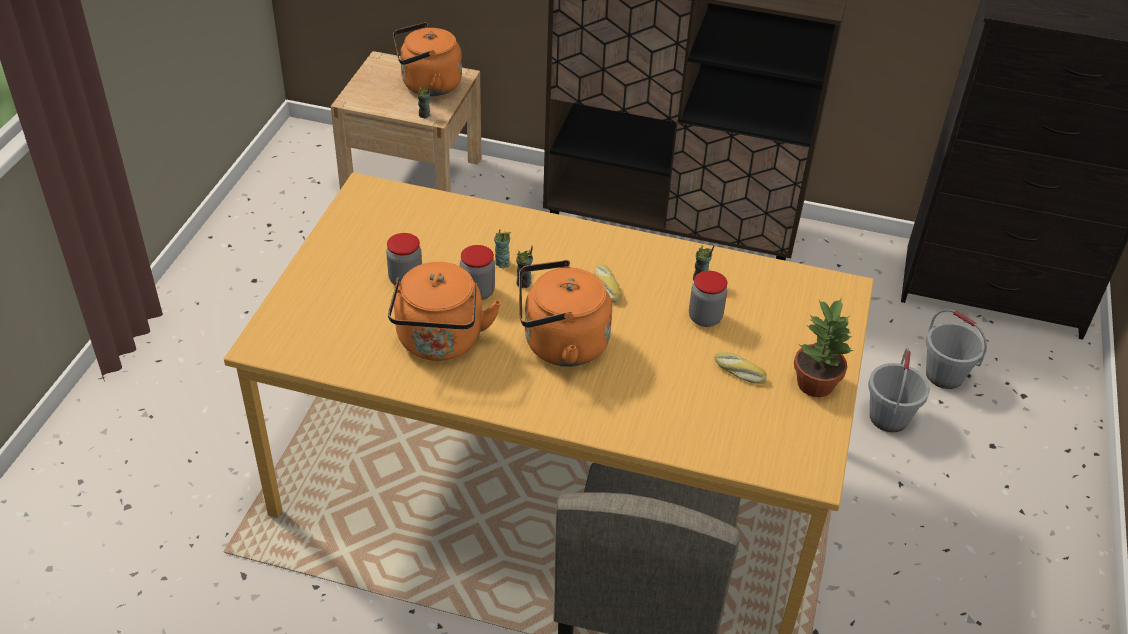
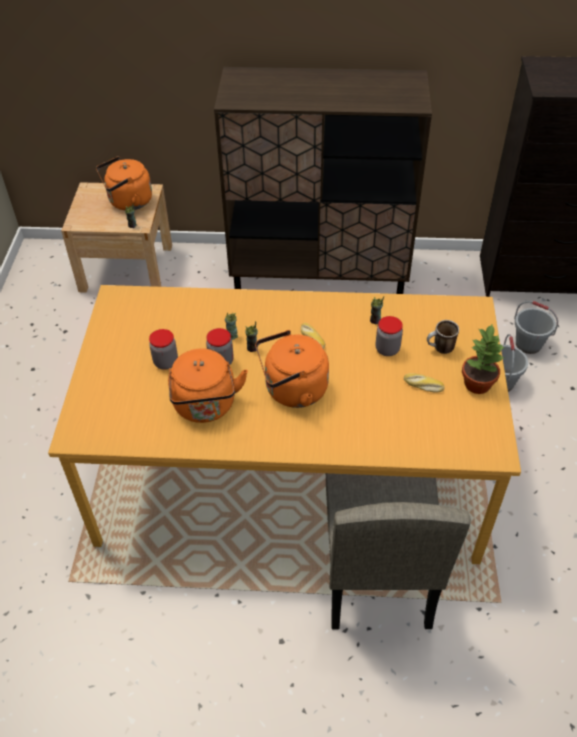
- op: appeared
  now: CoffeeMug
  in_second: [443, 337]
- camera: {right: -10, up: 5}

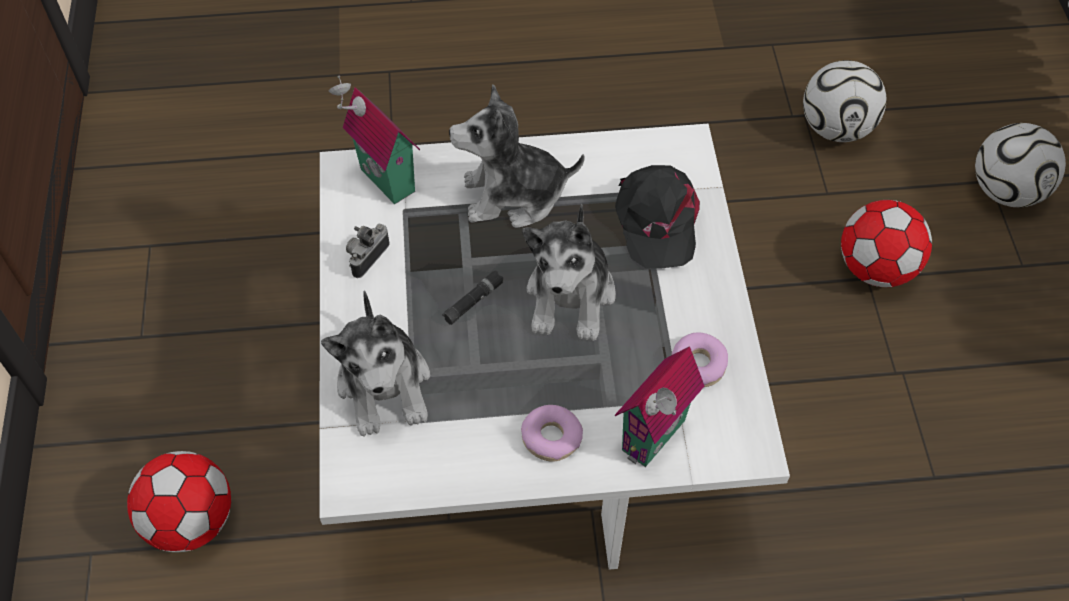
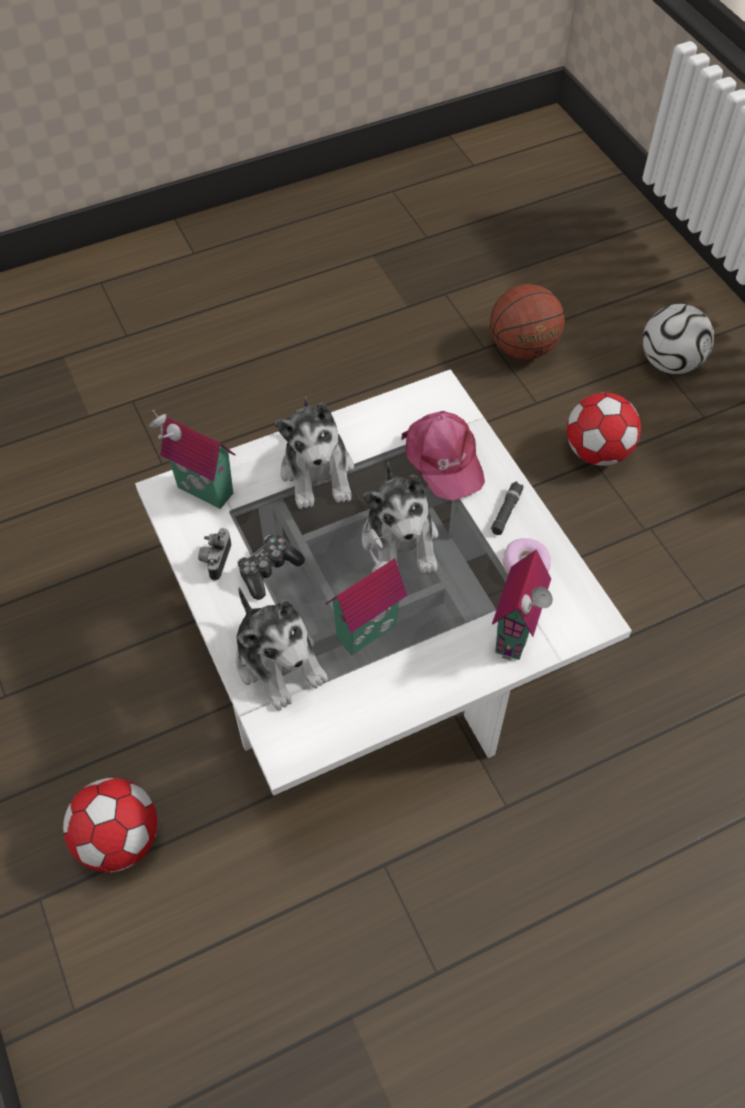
- op: appeared
  now: Gamepad
  in_second: [271, 567]
- op: spun
  was: SoftToy
  in_first: [517, 156]
  in_second: [314, 452]
  clockwise: -75
- op: appeared
  now: MiniatureHouse
  in_second: [366, 591]
- op: colour
  was: BlackishPeakedCap
  now: PinkColouredPeakedCap
  in_first: [657, 216]
  in_second: [443, 456]
- op: exchanged
  was: BallForFootball
  now: Basketball
  in_first: [844, 101]
  in_second: [527, 322]
- op: relocated
  was: BlackishFlashlight
  in_first: [473, 297]
  in_second: [506, 508]
- op: missing
  was: Donut
  in_first: [552, 433]
- camera: {right: -20, up: 0}

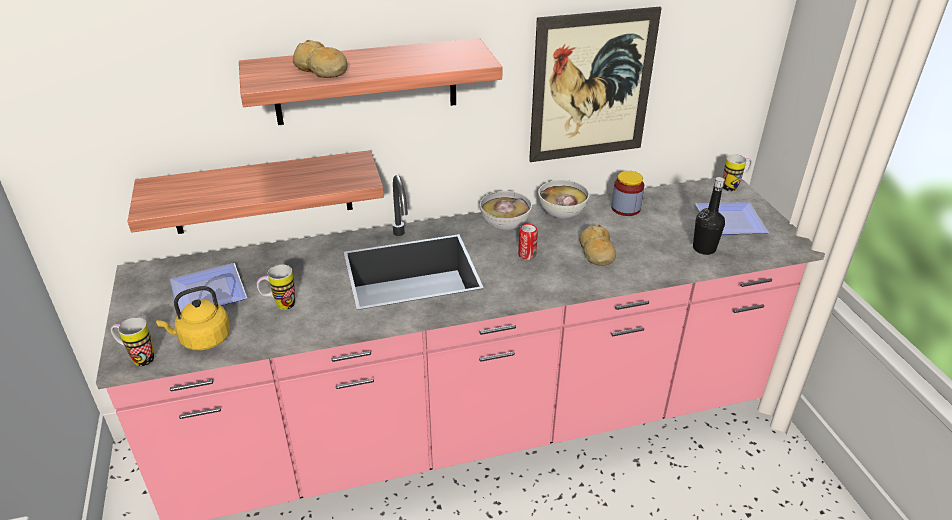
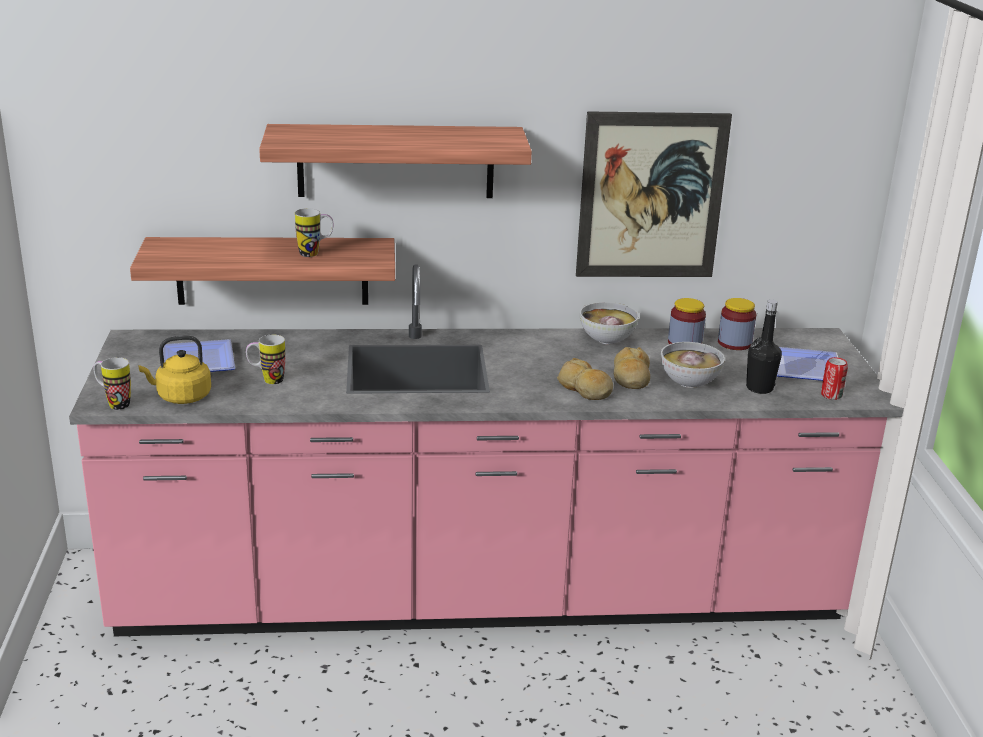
- op: relocated
  was: CoffeeMug
  in_first: [737, 173]
  in_second: [314, 232]
- op: relocated
  was: BakedBread
  in_first: [320, 59]
  in_second: [585, 379]
- op: relocated
  was: ServingBowl
  in_first: [506, 211]
  in_second: [693, 365]
- op: appeared
  now: StorageJar
  in_second: [737, 324]
- op: relocated
  was: MetalCan
  in_first: [528, 242]
  in_second: [834, 378]
- camera: {right: 10, up: -10}

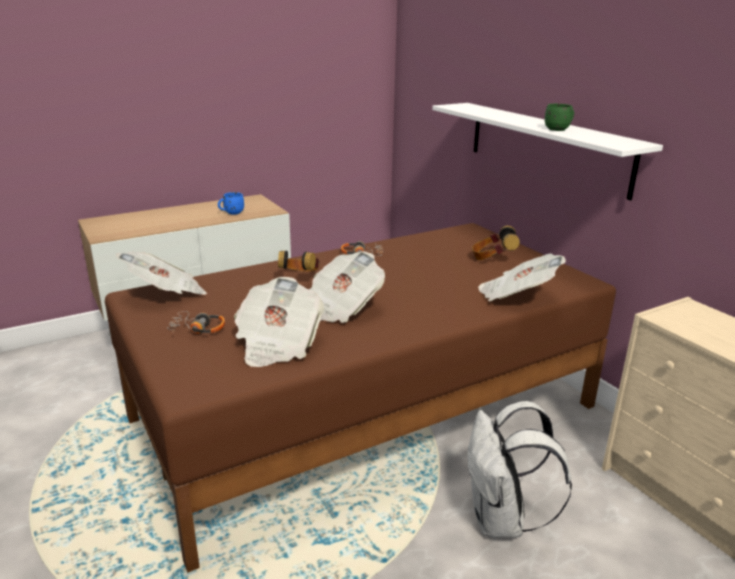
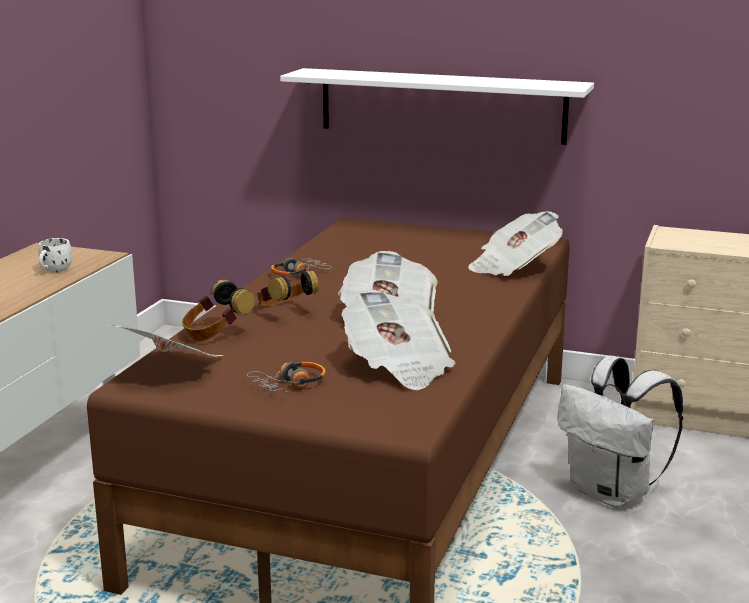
- op: colour
  was: BluishCoffeeMug
  now: WhitishCoffeeMug
  in_first: [231, 203]
  in_second: [55, 255]
- op: relocated
  was: Headset
  in_first: [496, 243]
  in_second: [218, 310]
- op: missing
  was: GreenCoffeeMug
  in_first: [559, 117]
- camera: {right: -40, up: -5}

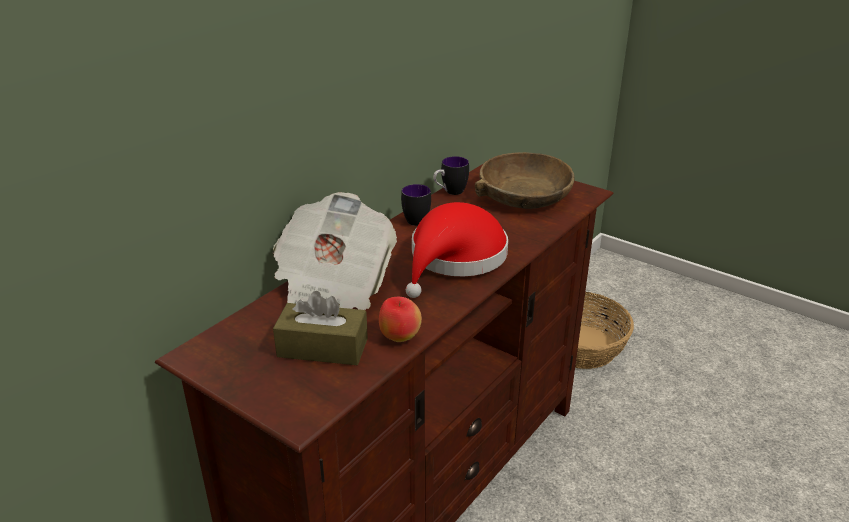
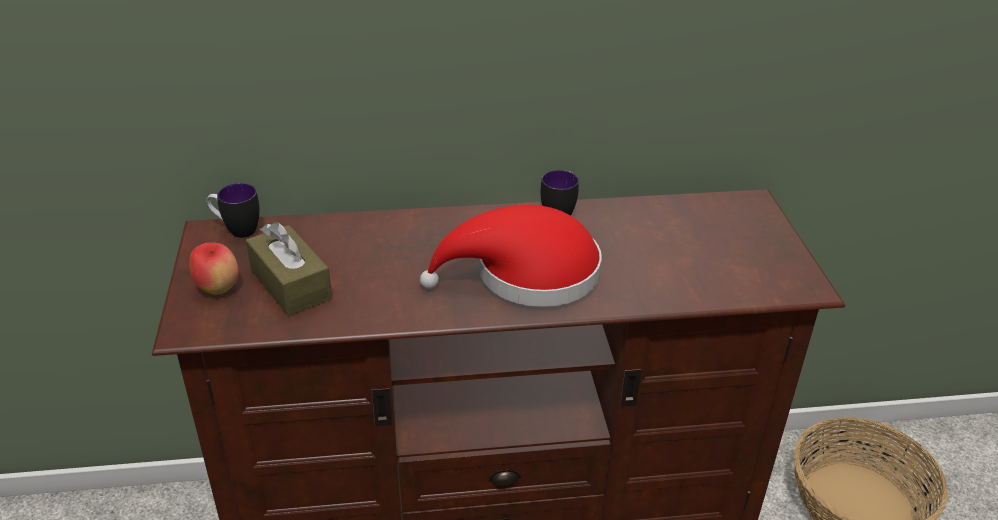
- op: relocated
  was: WholeApple
  in_first: [400, 319]
  in_second: [214, 269]
- op: relocated
  was: CoffeeMug
  in_first: [451, 175]
  in_second: [232, 210]
- op: missing
  was: Newspaper
  in_first: [335, 251]
- op: missing
  was: BrownishServingBowl
  in_first: [525, 180]
- camera: {right: 45, up: 5}

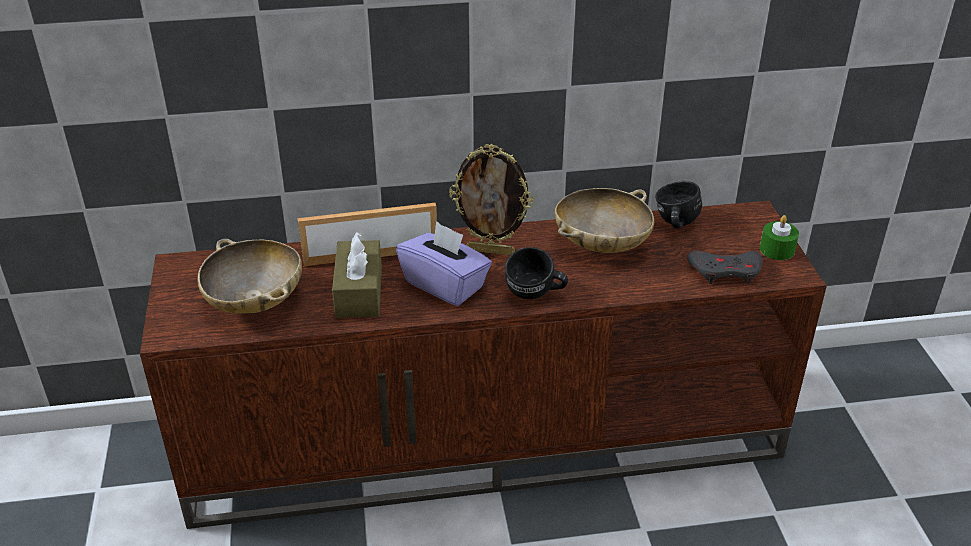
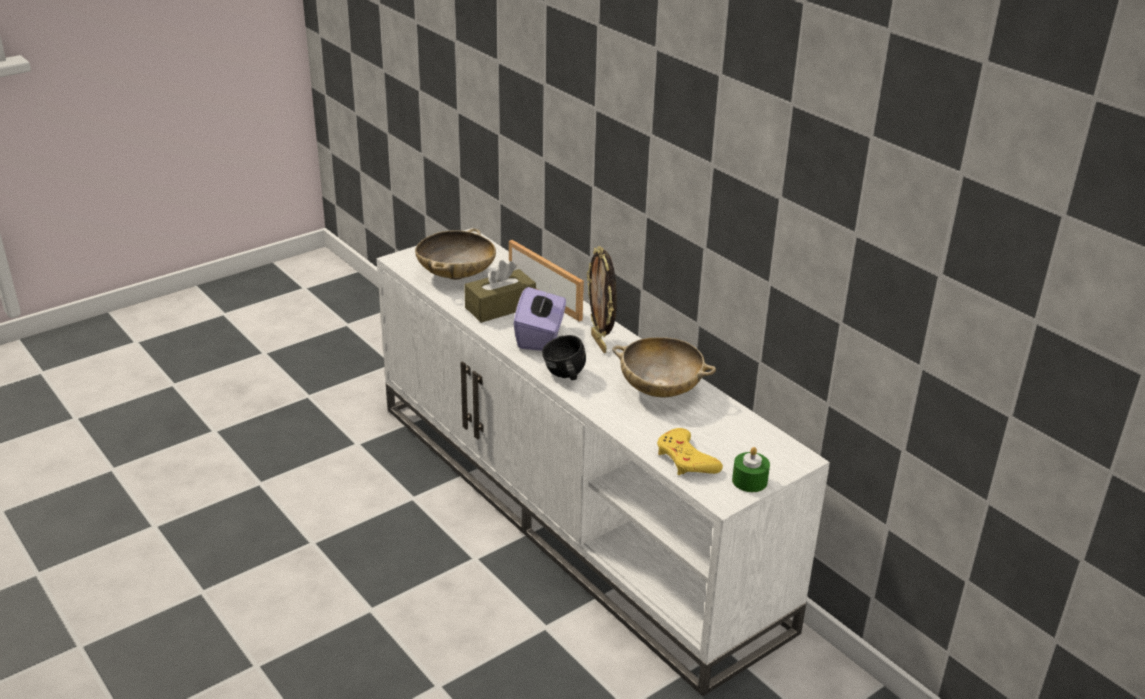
- op: colour
  was: BrownishTvUnit
  now: WhitishTvUnit
  in_first: [483, 365]
  in_second: [603, 462]
- op: colour
  was: GrayGamepad
  now: YellowGamepad
  in_first: [725, 268]
  in_second: [690, 451]
- op: missing
  was: BlackishCoffeeMug
  in_first: [678, 205]
- camera: {right: 60, up: -5}

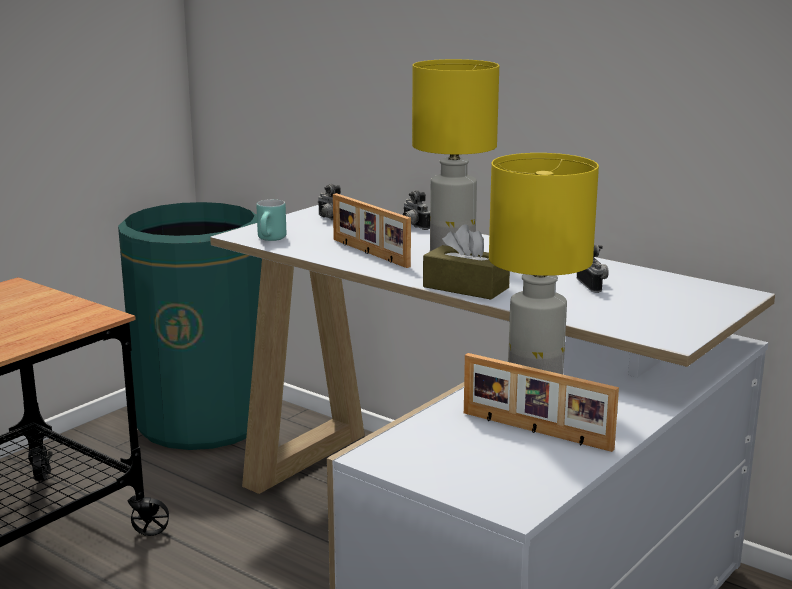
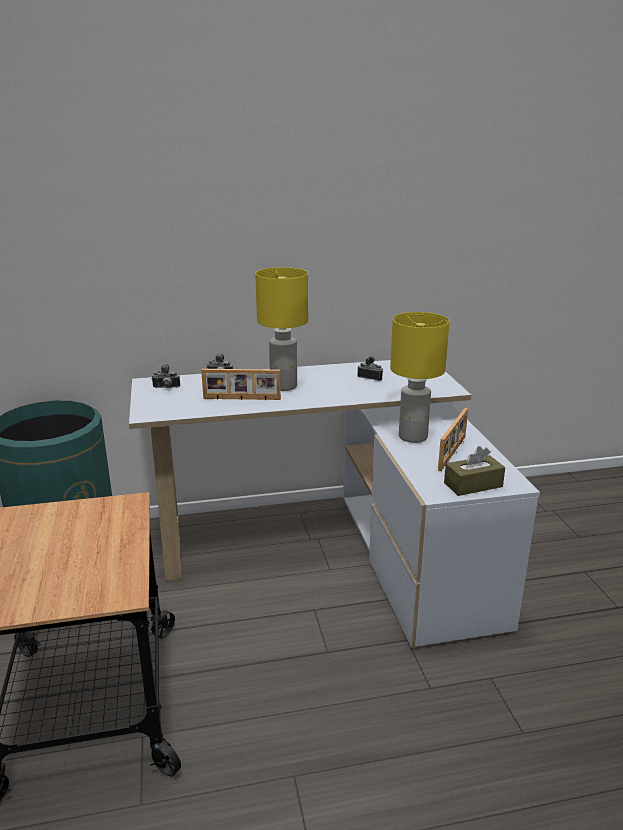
- op: spun
  was: PhotoFrame
  in_first: [541, 402]
  in_second: [453, 439]
  clockwise: -45
- op: relocated
  was: BrownishBoxOfTissues
  in_first: [466, 262]
  in_second: [474, 471]
- op: missing
  was: TurquoiseCoffeeMug
  in_first: [271, 220]
- camera: {right: -50, up: 5}

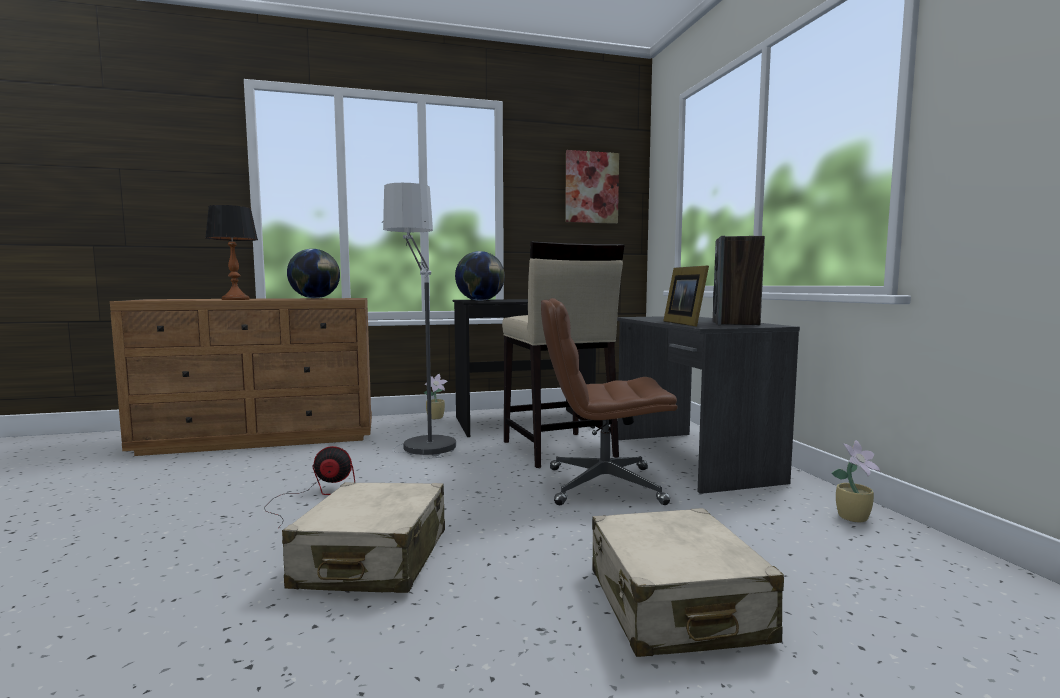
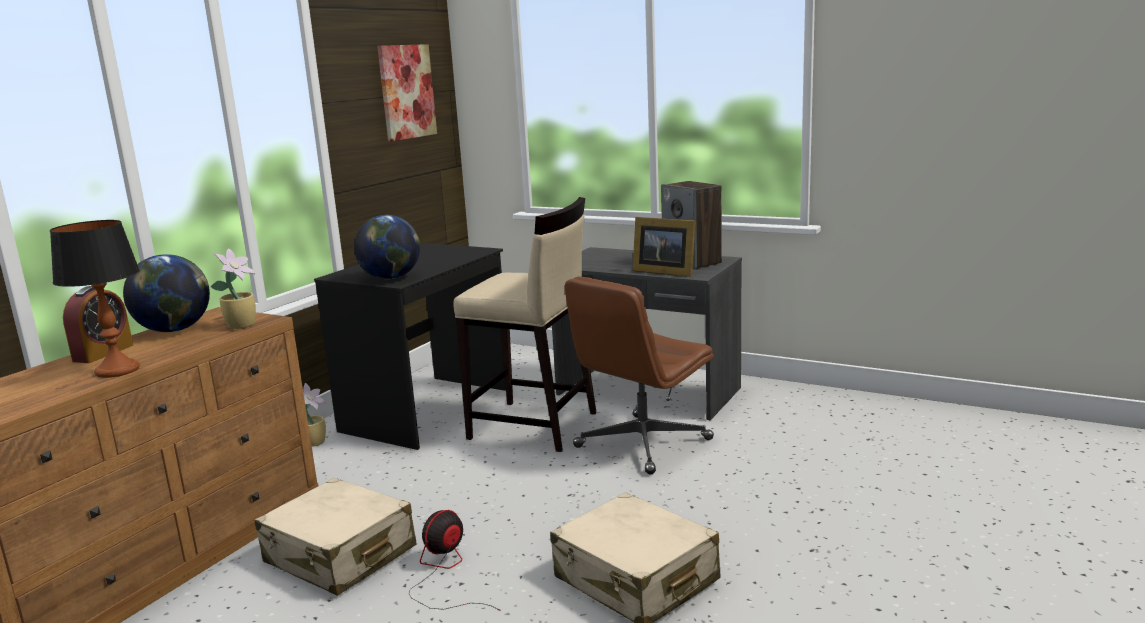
- op: appeared
  now: TableClock
  in_second: [98, 324]
- op: relocated
  was: PottedPlant
  in_first: [856, 481]
  in_second: [233, 288]
- op: relocated
  was: BeigeSuitcase
  in_first: [688, 582]
  in_second: [336, 537]
- op: missing
  was: FloorLamp
  in_first: [419, 321]
- camera: {right: -45, up: 10}

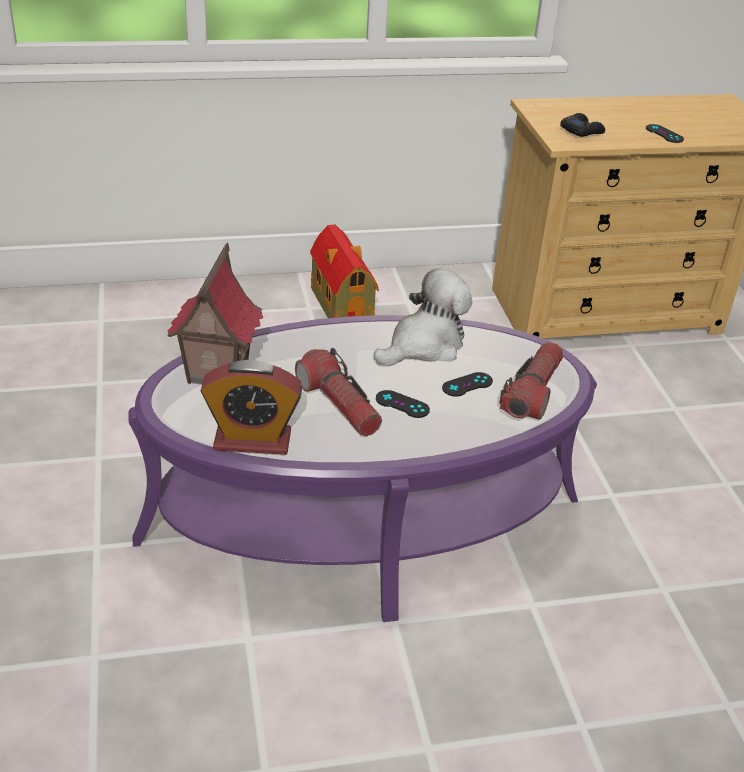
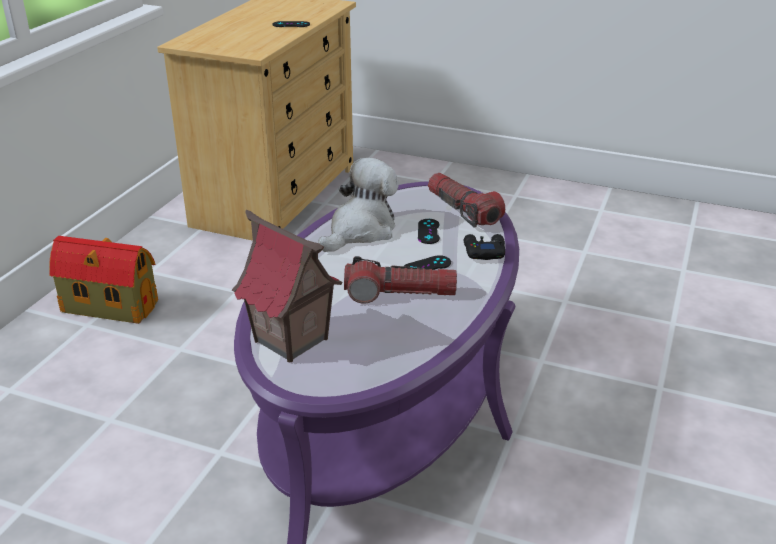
- op: spun
  was: SoftToy
  in_first: [422, 317]
  in_second: [358, 205]
  clockwise: 45
- op: relocated
  was: BlackishGamepad
  in_first: [582, 125]
  in_second: [484, 247]
- op: missing
  was: TableClock
  in_first: [251, 407]
- camera: {right: -55, up: -5}

